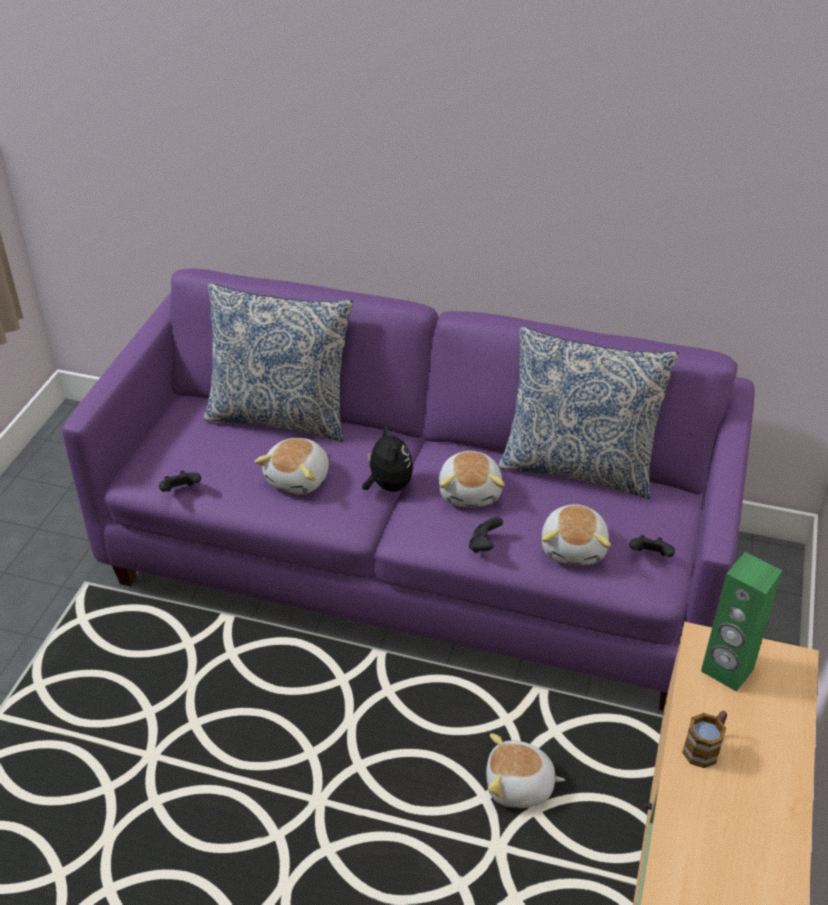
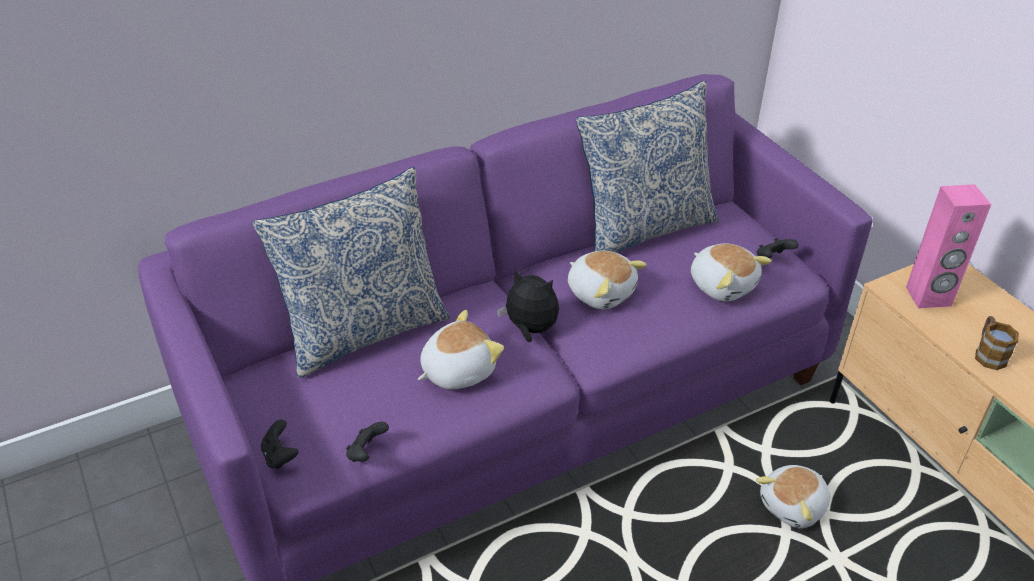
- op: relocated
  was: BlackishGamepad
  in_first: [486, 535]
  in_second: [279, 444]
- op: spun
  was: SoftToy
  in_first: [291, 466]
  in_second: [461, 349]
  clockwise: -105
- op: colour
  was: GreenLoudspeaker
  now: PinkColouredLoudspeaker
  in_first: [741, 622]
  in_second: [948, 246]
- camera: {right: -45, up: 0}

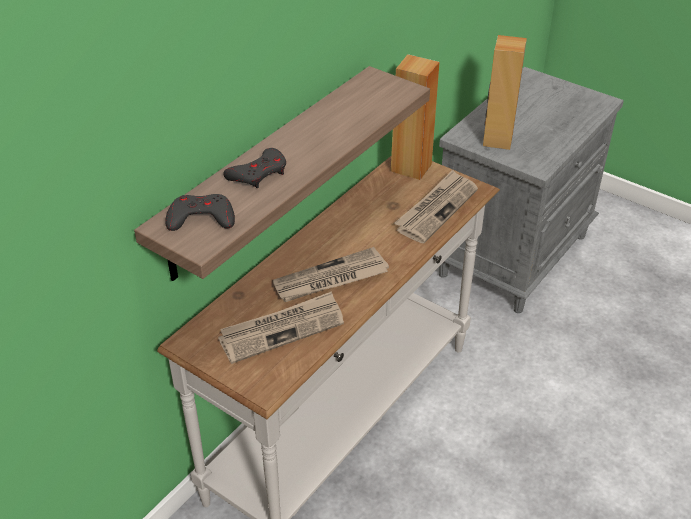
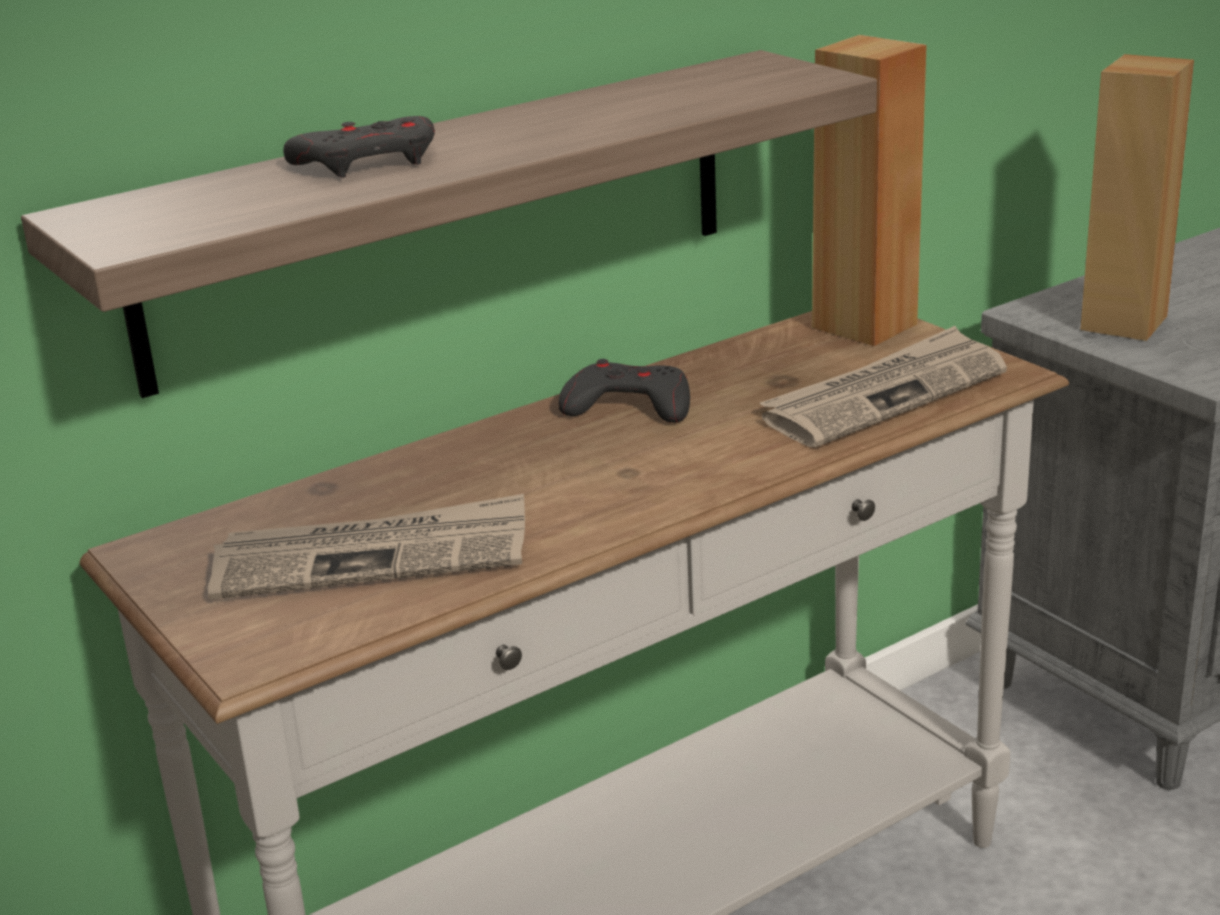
- op: relocated
  was: GrayGamepad
  in_first: [200, 212]
  in_second: [624, 391]
- op: missing
  was: Newspaper
  in_first: [330, 274]
- camera: {right: 20, up: -15}

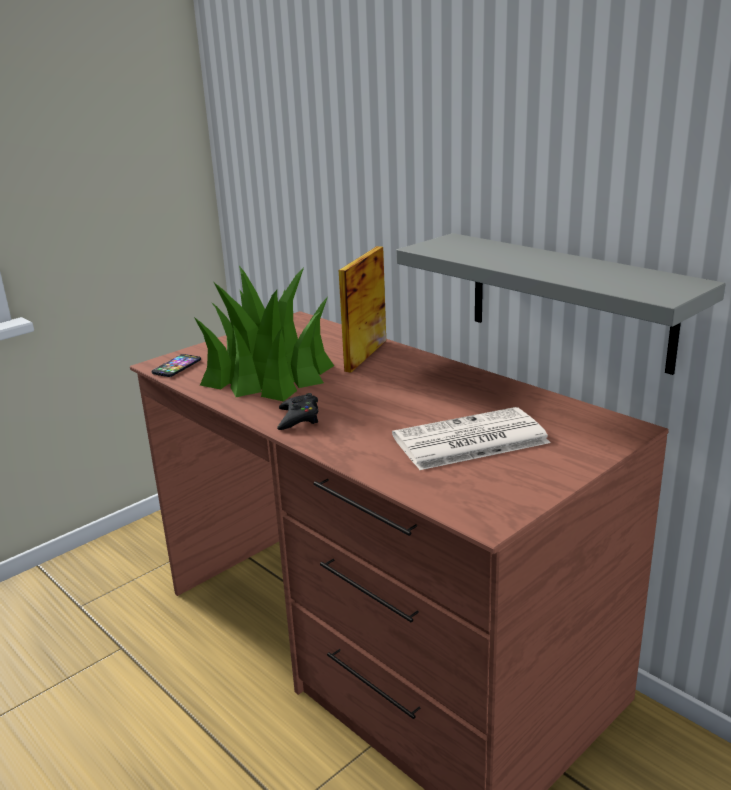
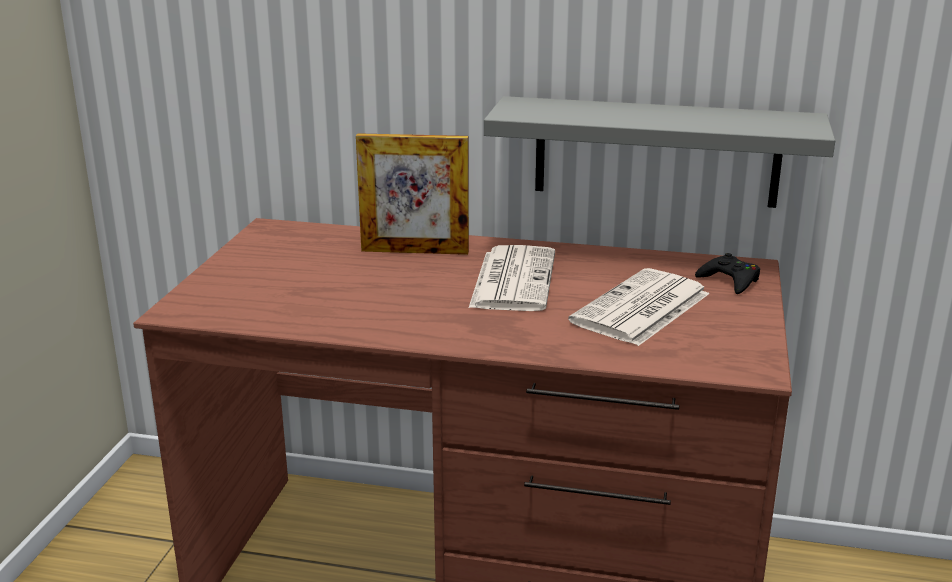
- op: spun
  was: PhotoFrame
  in_first: [362, 309]
  in_second: [412, 194]
  clockwise: -75
- op: appeared
  now: Newspaper
  in_second: [512, 278]
- op: relocated
  was: BlackishGamepad
  in_first: [297, 411]
  in_second: [727, 273]
- op: missing
  was: Phone
  in_first: [176, 365]
- op: missing
  was: PottedPlant
  in_first: [264, 333]
- camera: {right: -35, up: 0}

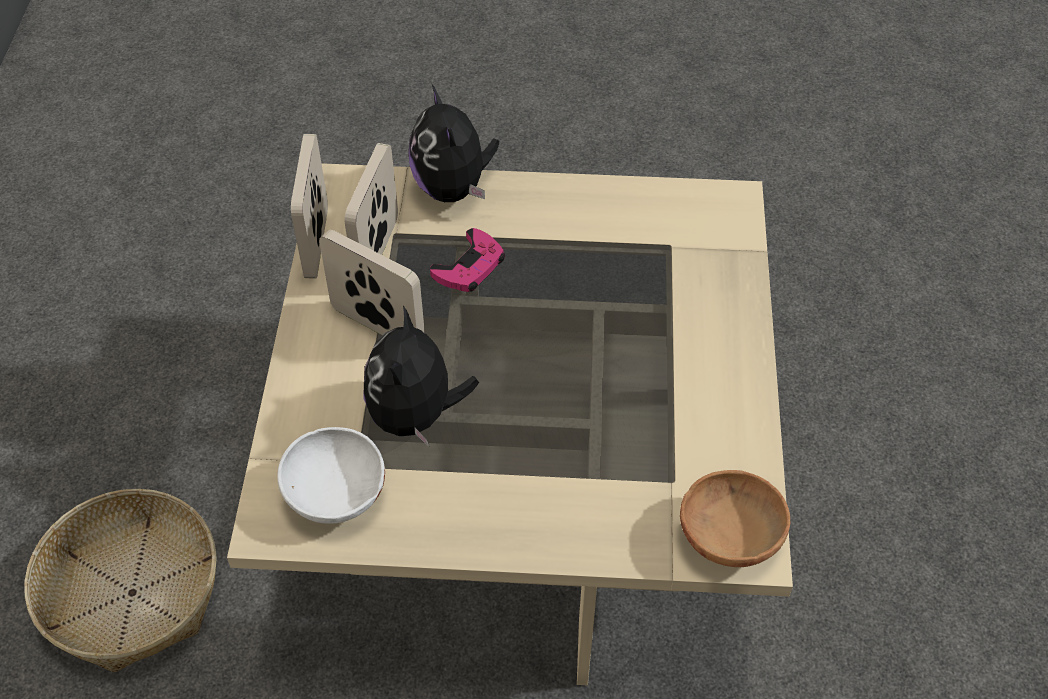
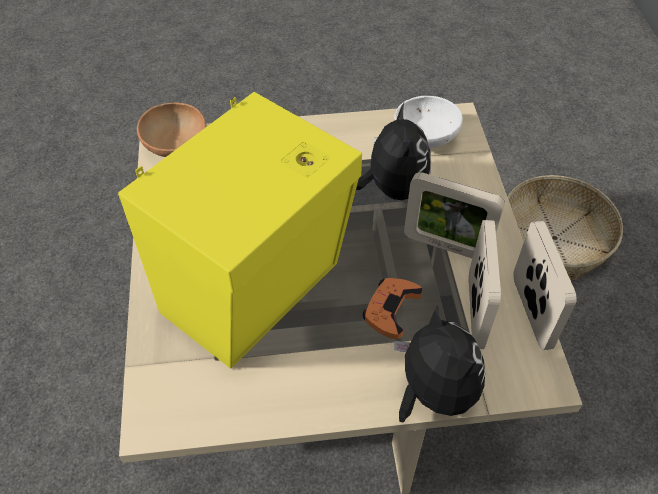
- op: appeared
  now: YellowLoudspeaker
  in_second: [240, 230]
- op: colour
  was: PinkColouredGamepad
  now: OrangeGamepad
  in_first: [467, 260]
  in_second: [392, 308]
- camera: {right: 170, up: 0}

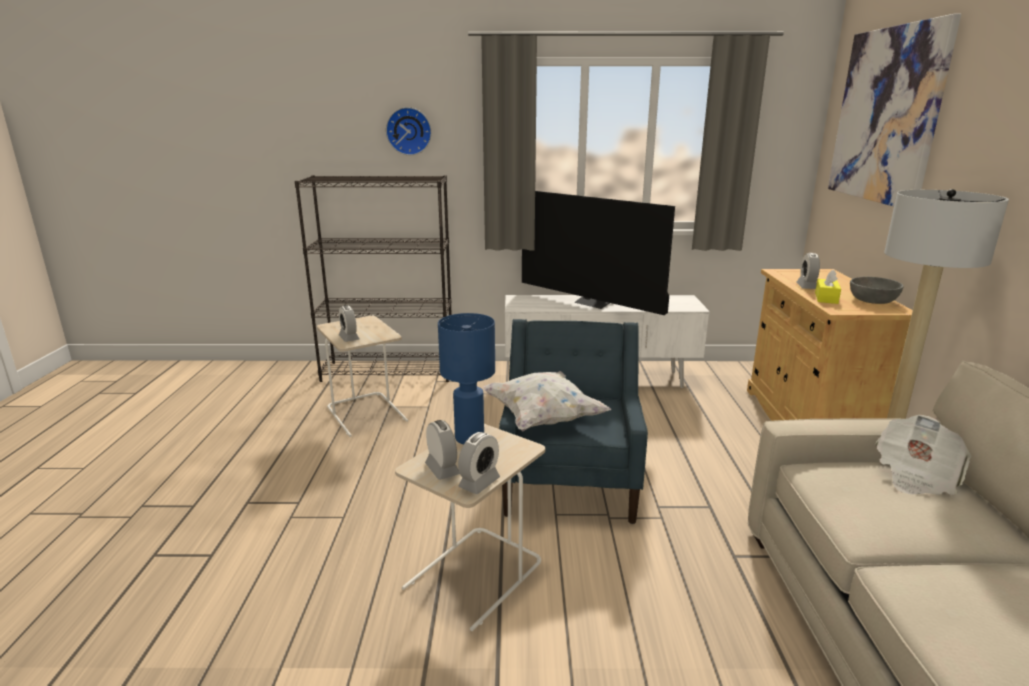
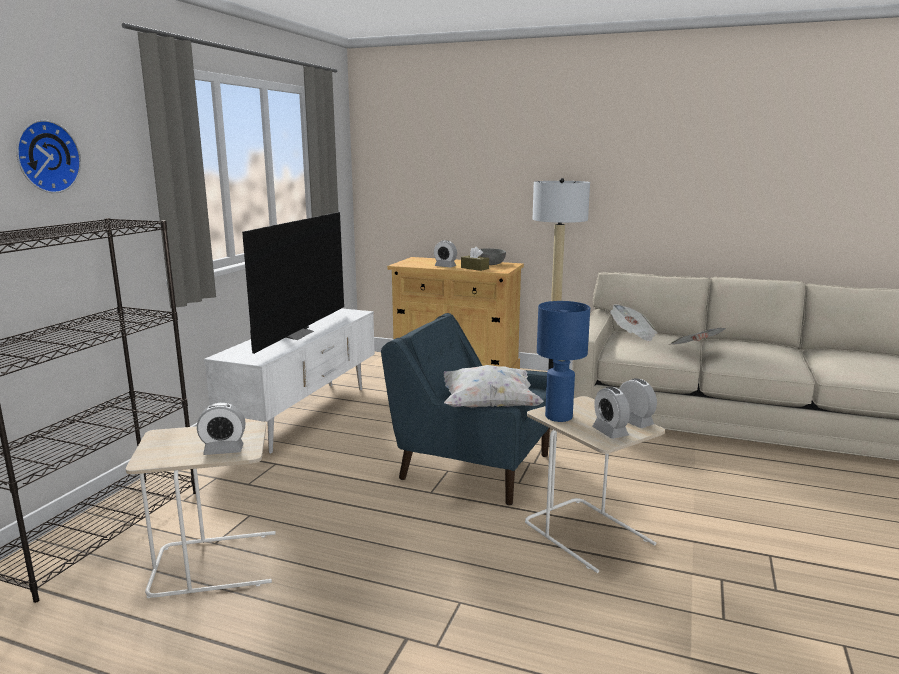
- op: spun
  was: TvSet
  in_first: [598, 253]
  in_second: [293, 283]
  clockwise: -45
- op: colour
  was: YellowBoxOfTissues
  now: BrownishBoxOfTissues
  in_first: [828, 287]
  in_second: [475, 259]
- op: spun
  was: TableClock
  in_first: [442, 450]
  in_second: [611, 413]
  clockwise: -105
- op: appeared
  now: Newspaper
  in_second: [697, 336]
- op: missing
  was: Picture
  in_first: [894, 110]
- camera: {right: -70, up: -5}

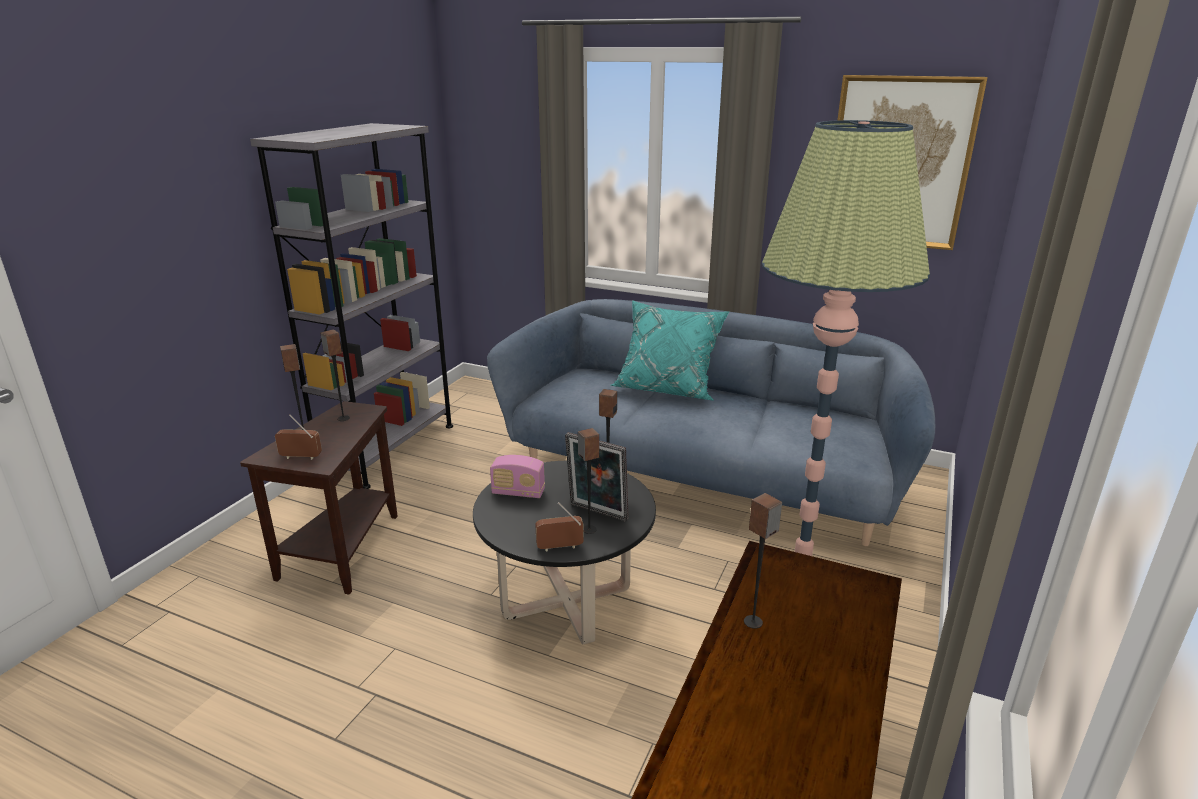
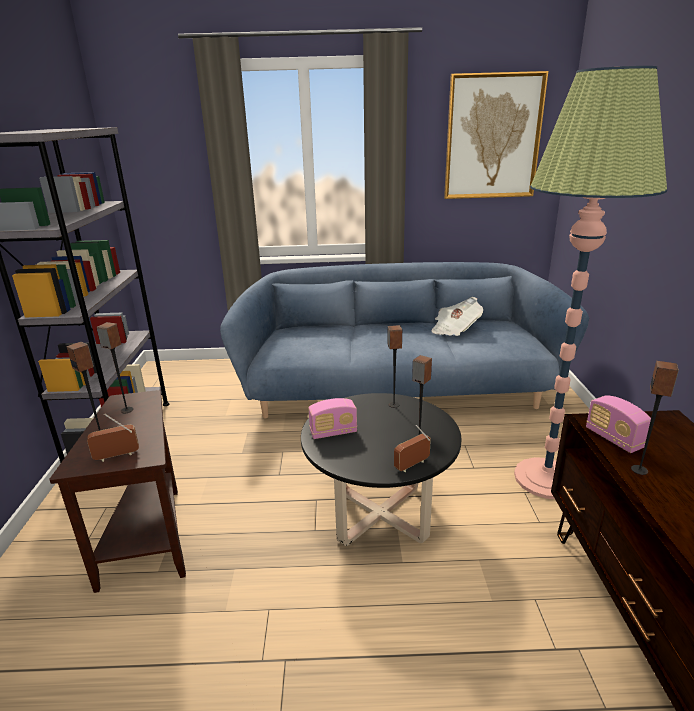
- op: appeared
  now: Newspaper
  in_second: [457, 316]
- op: appeared
  now: Radio
  in_second: [618, 424]
- op: missing
  was: PhotoFrame
  in_first: [597, 477]
- op: missing
  was: TurquoisePillow
  in_first: [669, 350]
- camera: {right: -25, up: 0}

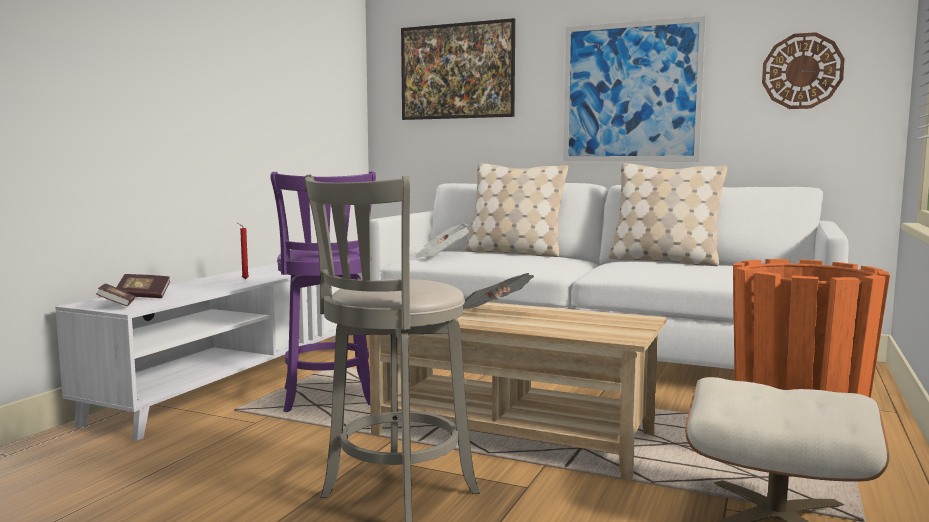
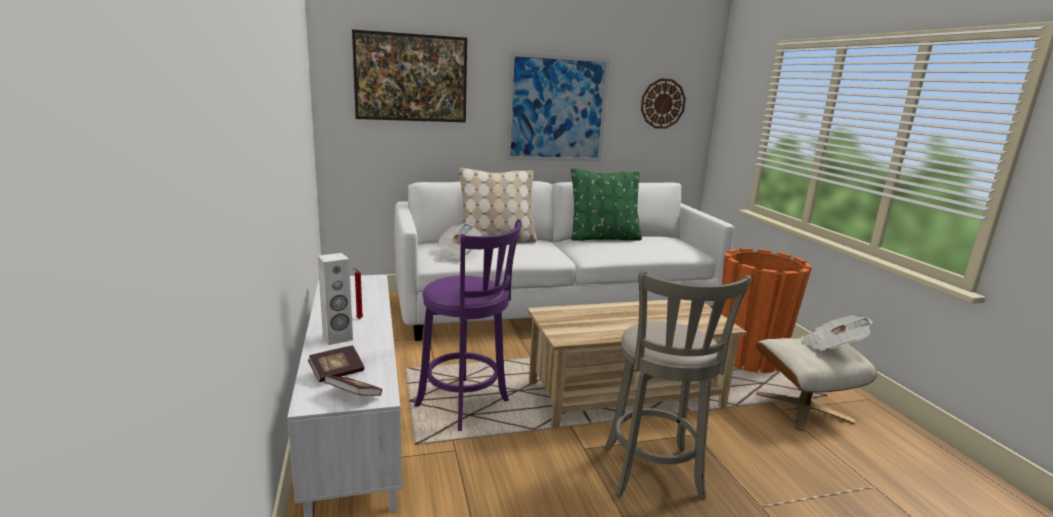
- op: appeared
  now: WhitishLoudspeaker
  in_second: [335, 299]
- op: colour
  was: BeigePillow
  now: GreenPillow
  in_first: [667, 214]
  in_second: [606, 205]
- op: relocated
  was: Newspaper
  in_first: [498, 291]
  in_second: [836, 333]
- camera: {right: -40, up: 10}

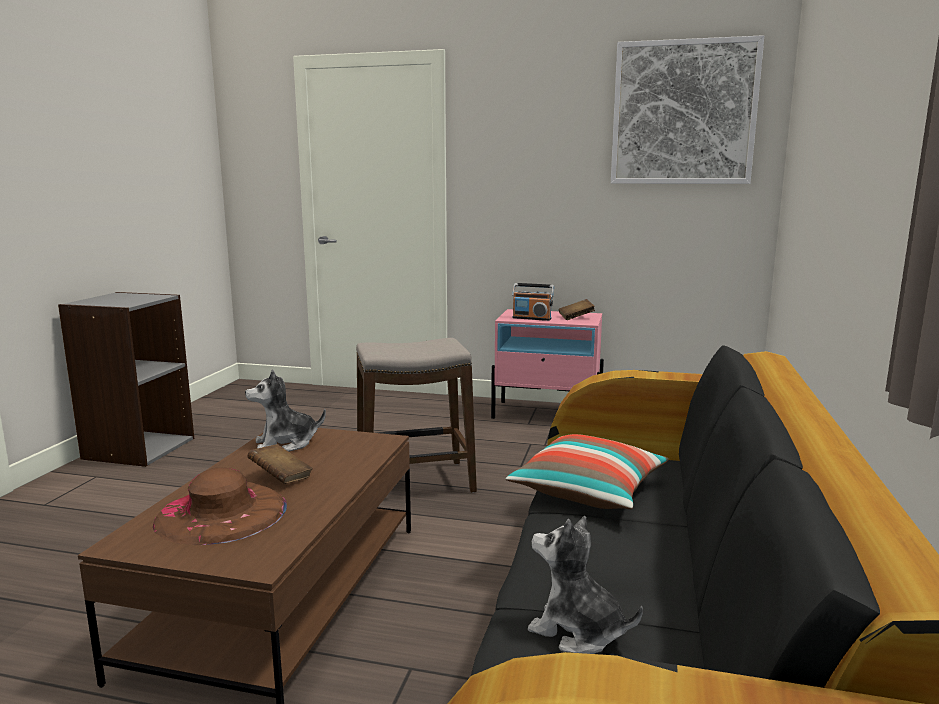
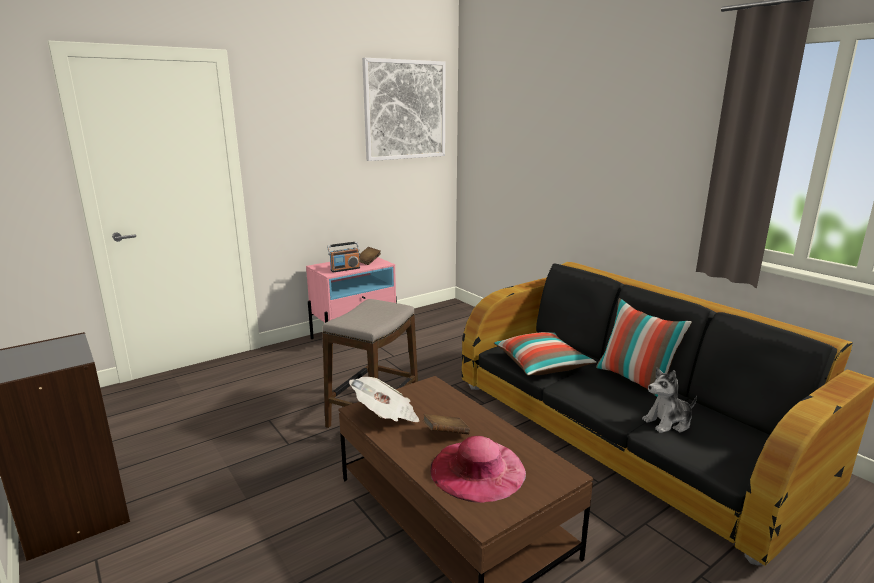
- op: exchanged
  was: SoftToy
  now: Newspaper
  in_first: [285, 410]
  in_second: [384, 399]
- op: colour
  was: BrownishHat
  now: PinkColouredHat
  in_first: [220, 506]
  in_second: [478, 469]
- op: appeared
  now: Pillow
  in_second: [644, 347]
- camera: {right: -50, up: 5}

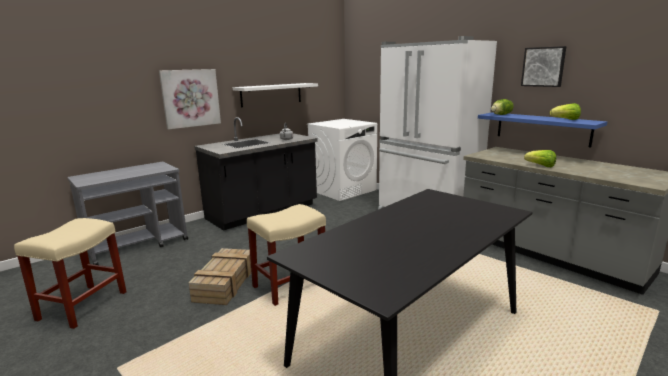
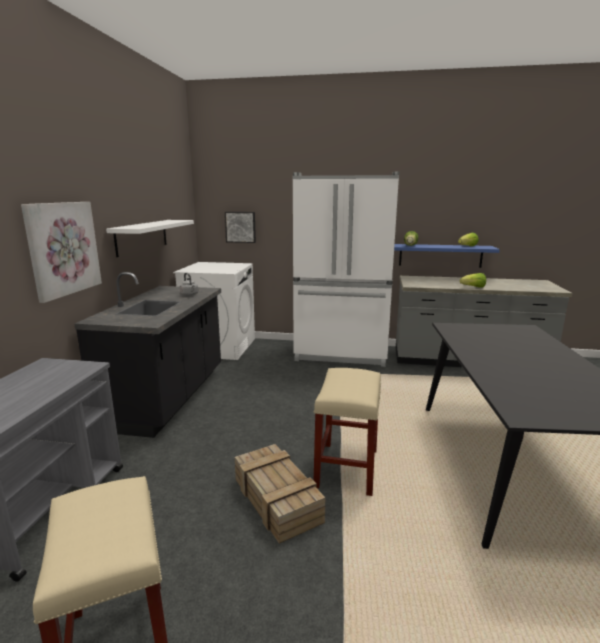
- op: relocated
  was: Picture
  in_first: [543, 66]
  in_second: [240, 227]
- camera: {right: -40, up: 0}

